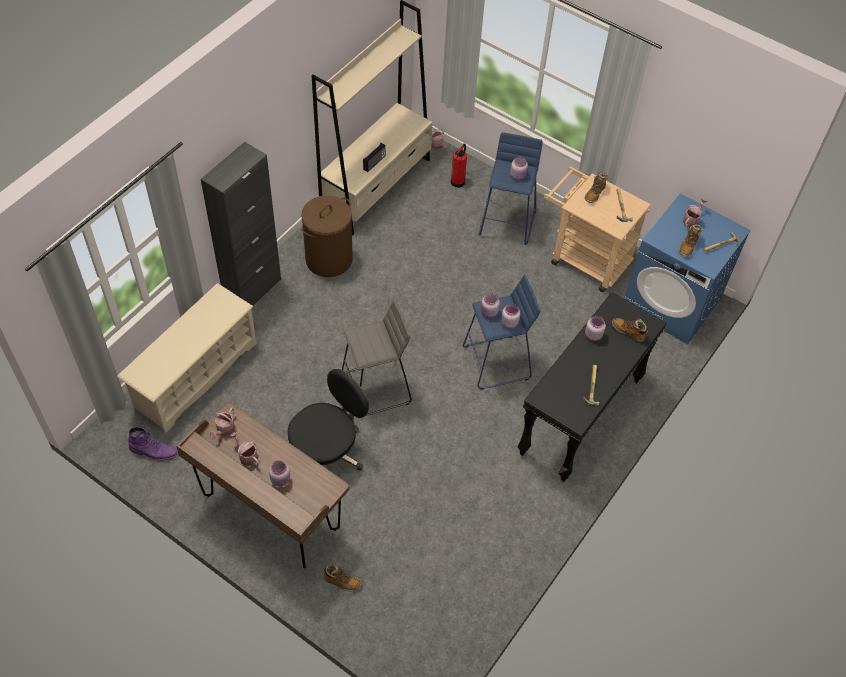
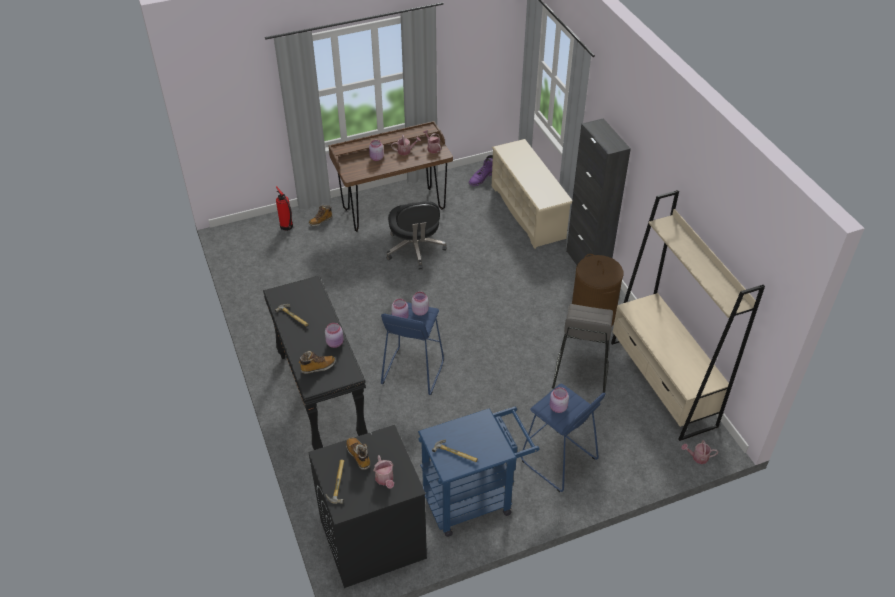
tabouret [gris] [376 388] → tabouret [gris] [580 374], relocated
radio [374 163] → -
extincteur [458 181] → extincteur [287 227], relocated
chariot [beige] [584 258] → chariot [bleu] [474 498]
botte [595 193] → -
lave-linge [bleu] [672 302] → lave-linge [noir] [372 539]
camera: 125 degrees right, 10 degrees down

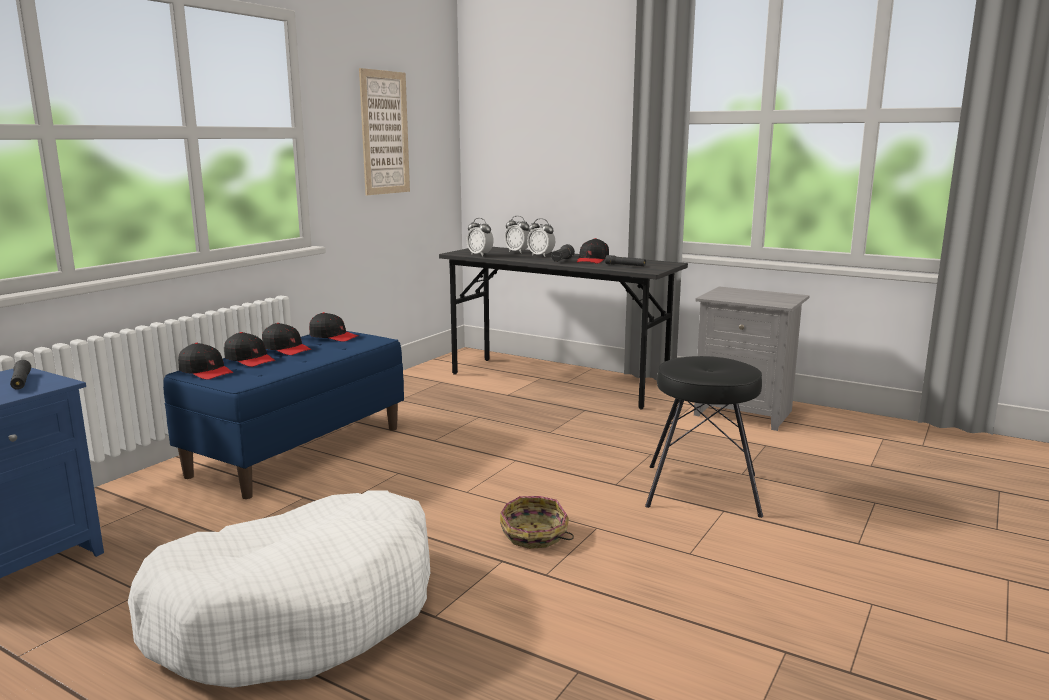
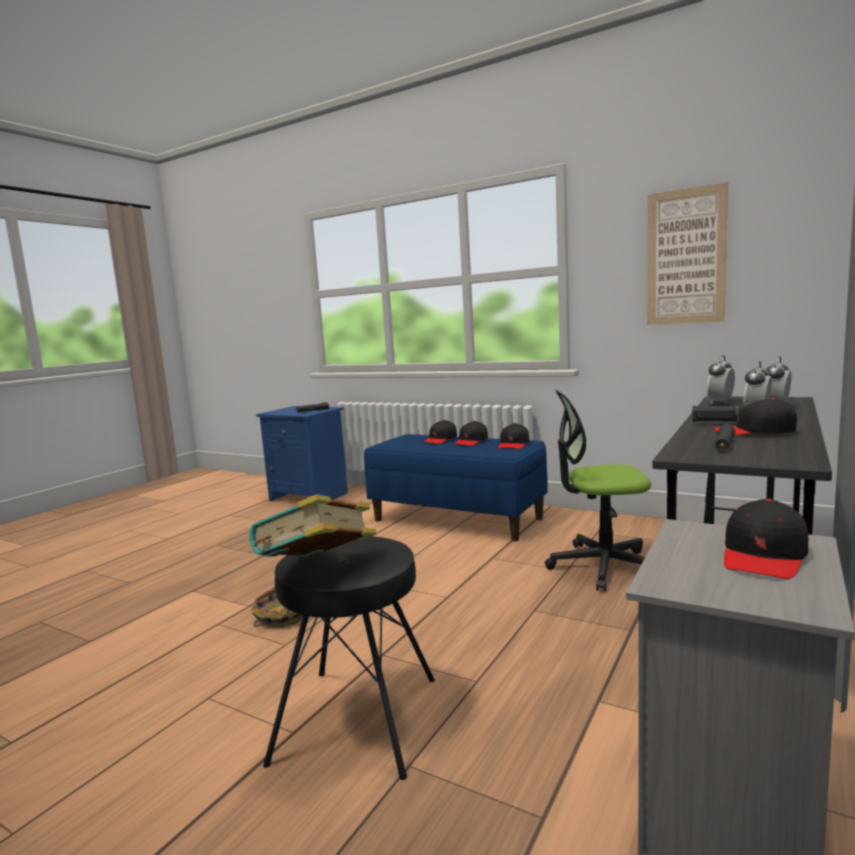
panier pour chien [blanc] [300 612] → -
casquette [noir] [206 371] → casquette [noir] [764 556], relocated
- → livre [318 570]
- → chaise de bureau [602 566]
camera: 90 degrees right, 5 degrees down

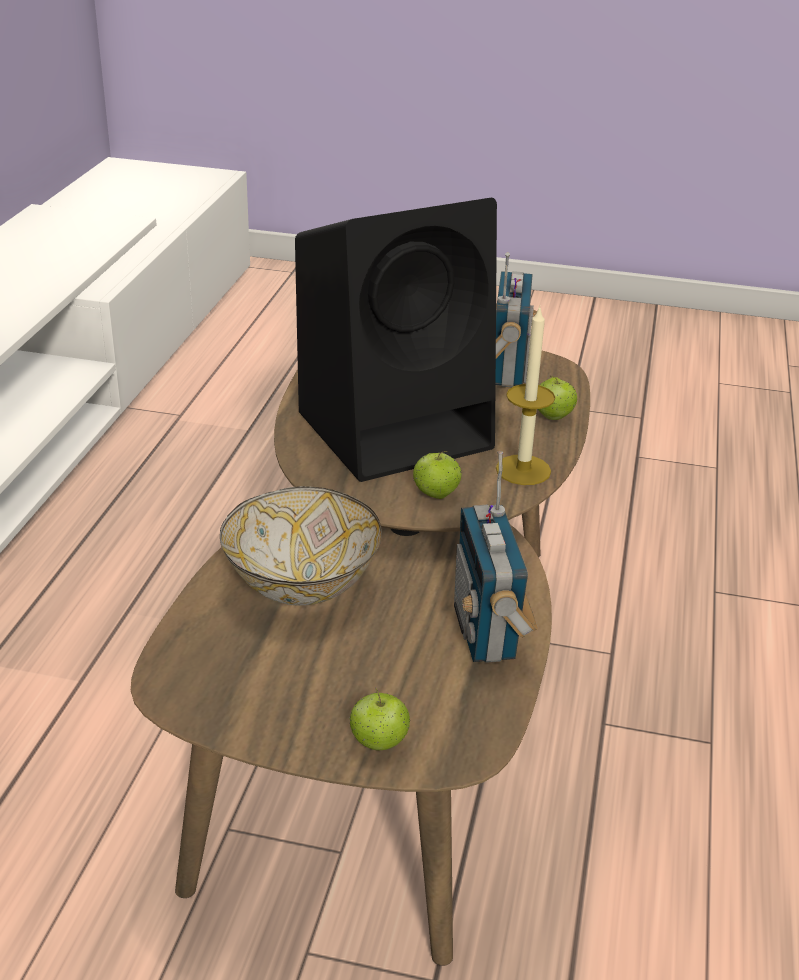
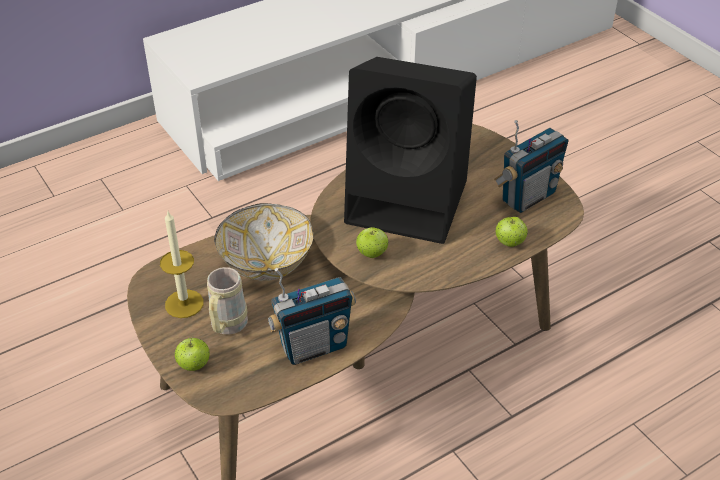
radio [487 633] → radio [313 346], 150 degrees counterclockwise
bougie [523 470] → bougie [184 304], relocated
- → mug [beige] [226 328]
camera: 45 degrees right, 10 degrees up

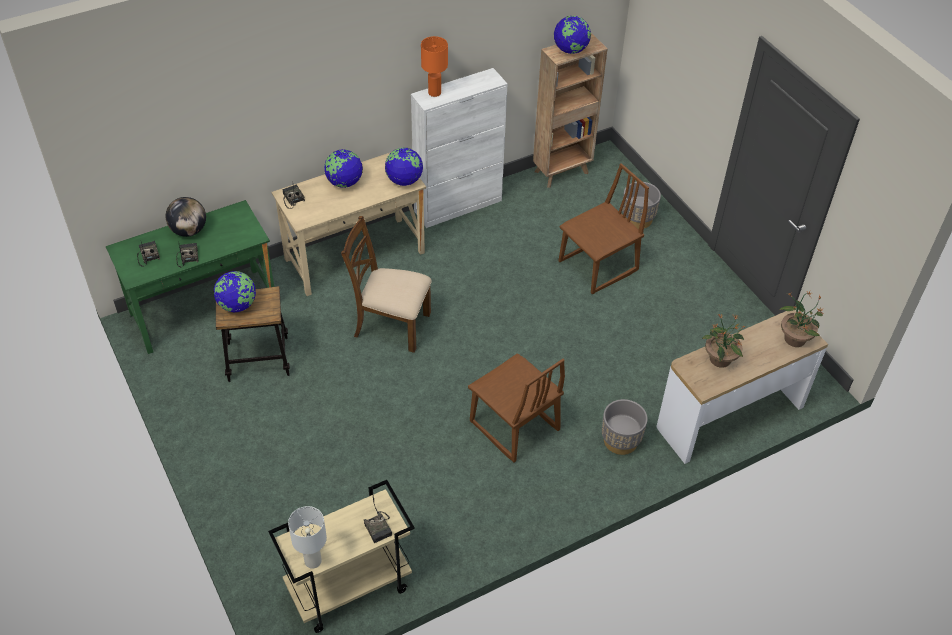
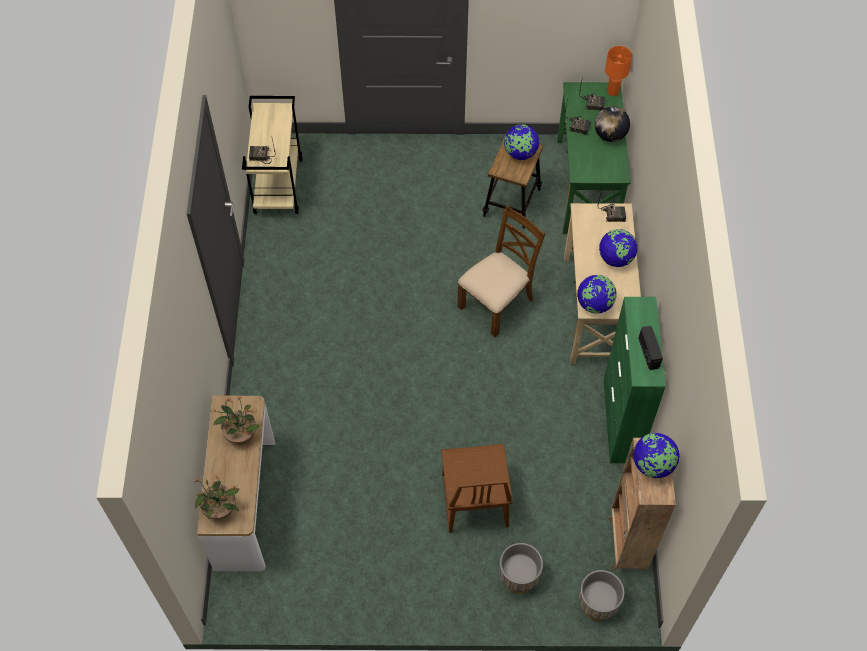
lampe de table [blanc] [313 560] → -
meuble de rangement [blanc] [458 206] → meuble de rangement [vert] [621 421]
lampe de table [orange] [435 93] → lampe de table [orange] [612 92], relocated
chaise [marron] [513 426] → -
cache-pot [gris] [620 441] → cache-pot [gris] [597 604], relocated
- → radio [648 353]
camera: 120 degrees right, 10 degrees up

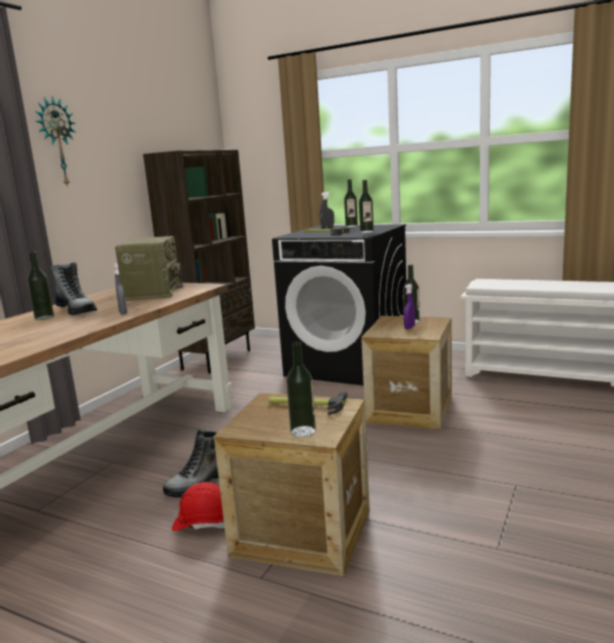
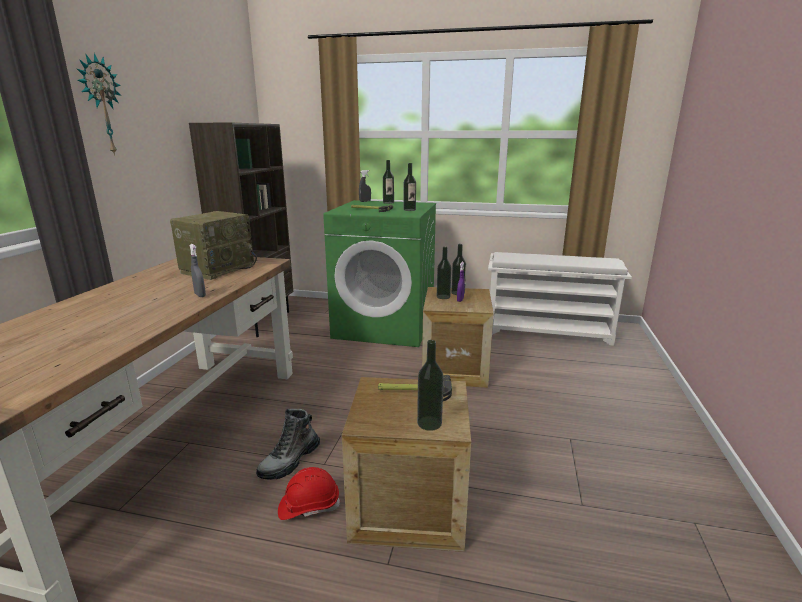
bouteille [44 318] → bouteille [443 297], relocated
botte [76 310] → -
radio [153 293] → radio [218 269], 45 degrees clockwise
lave-linge [noir] [348 366] → lave-linge [vert] [385 326]
camera: 15 degrees left, 5 degrees up

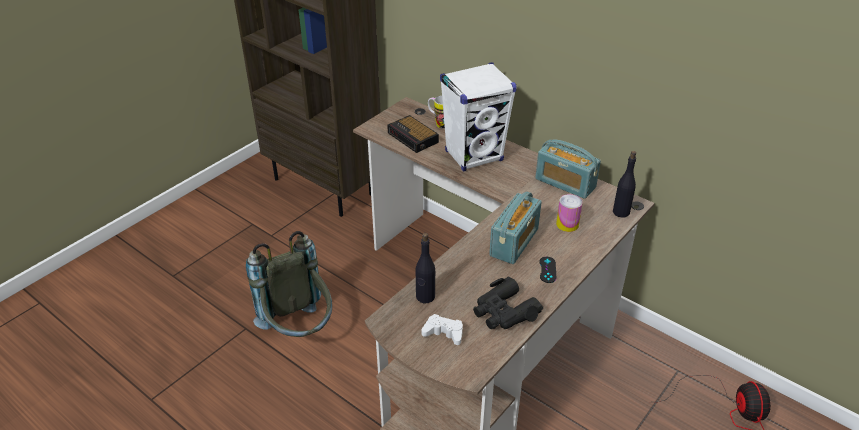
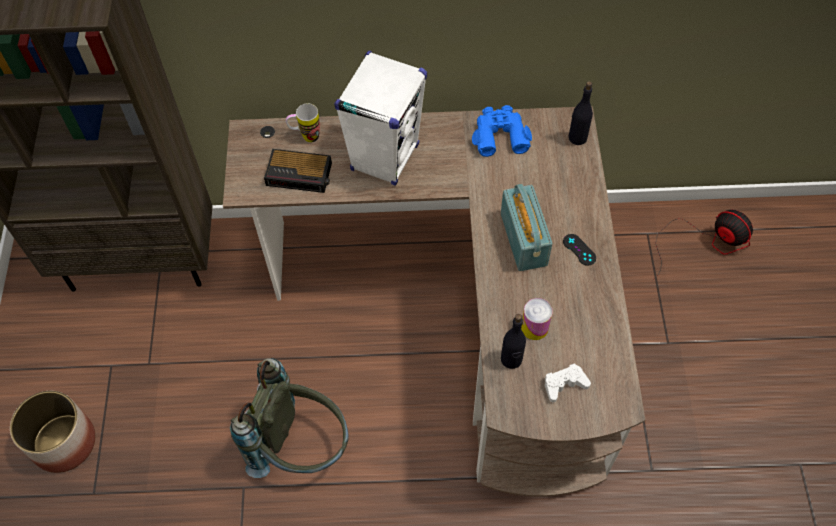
jumelles [noir] [504 312] → -
radio [565 183] → jumelles [bleu] [500 135]
boîte métallique [567 224] → boîte métallique [534 327], relocated
- → cache-pot [63 442]
camera: 40 degrees left, 20 degrees up

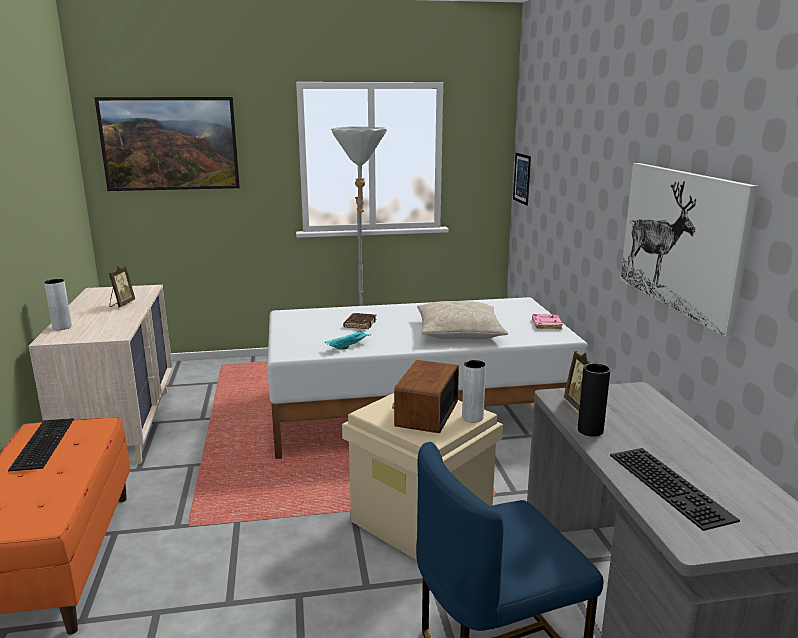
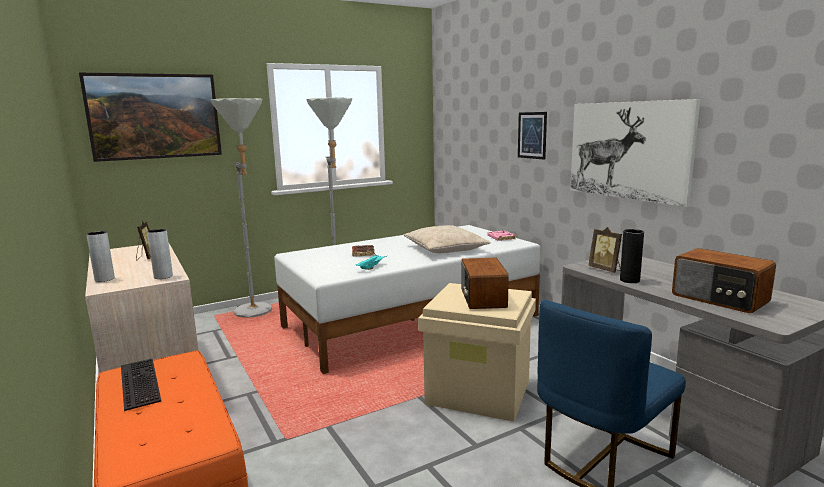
vase [gris] [472 417] → vase [gris] [163 276], relocated
tableau [522 178] → tableau [532 135], relocated
clavier [672 486] → radio [719 299]
- → lampadaire [gris] [257 313]
camera: 20 degrees left, 5 degrees down

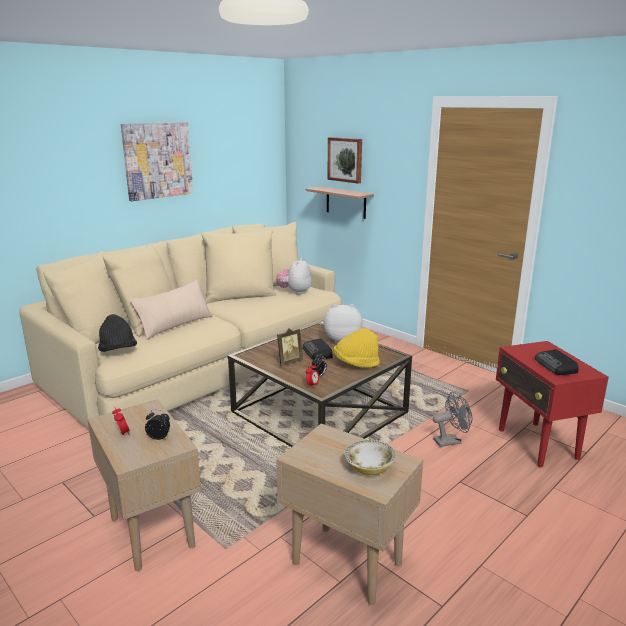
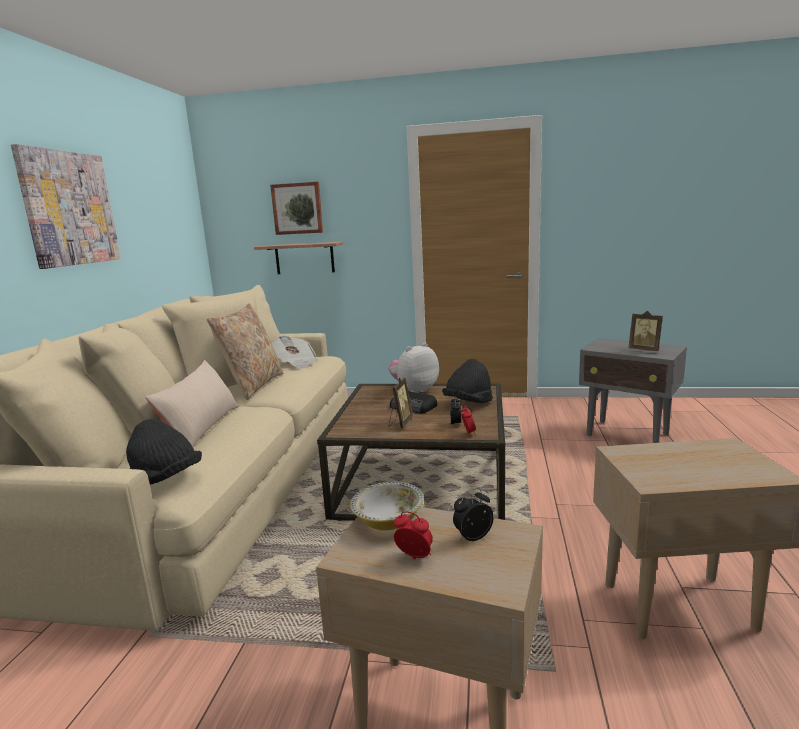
peluche [295 292] → journal [295 364]
chapeau [jaune] [356 363] → chapeau [noir] [468 403]
bol [369 468] → bol [388 522], relocated
ventilateur [gris] [450 441] → -
table d'appoint [rouge] [537 444] → table d'appoint [gris] [628 435]
radio [556 366] → cadre photo [645 350]
- → coussin [beige] [253 385]
camera: 35 degrees left, 5 degrees down

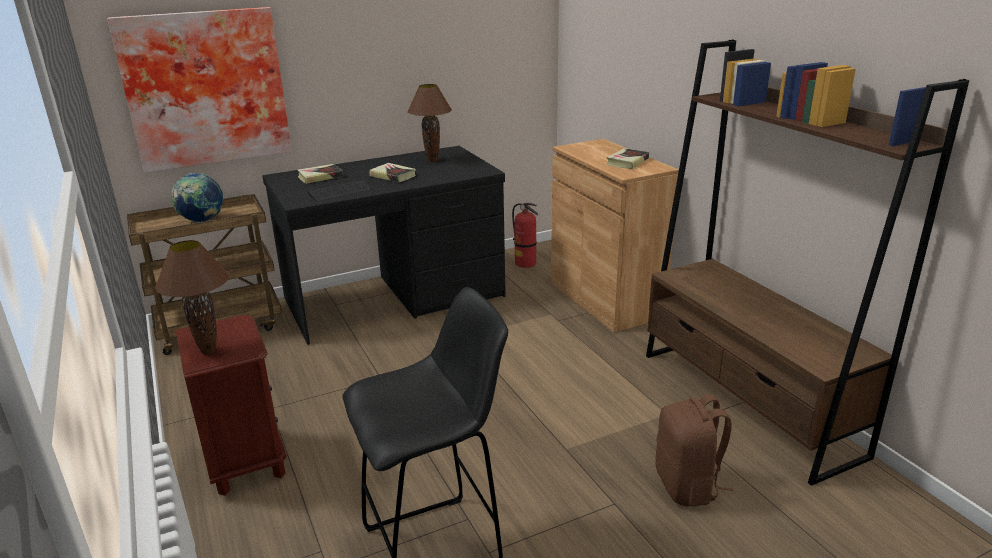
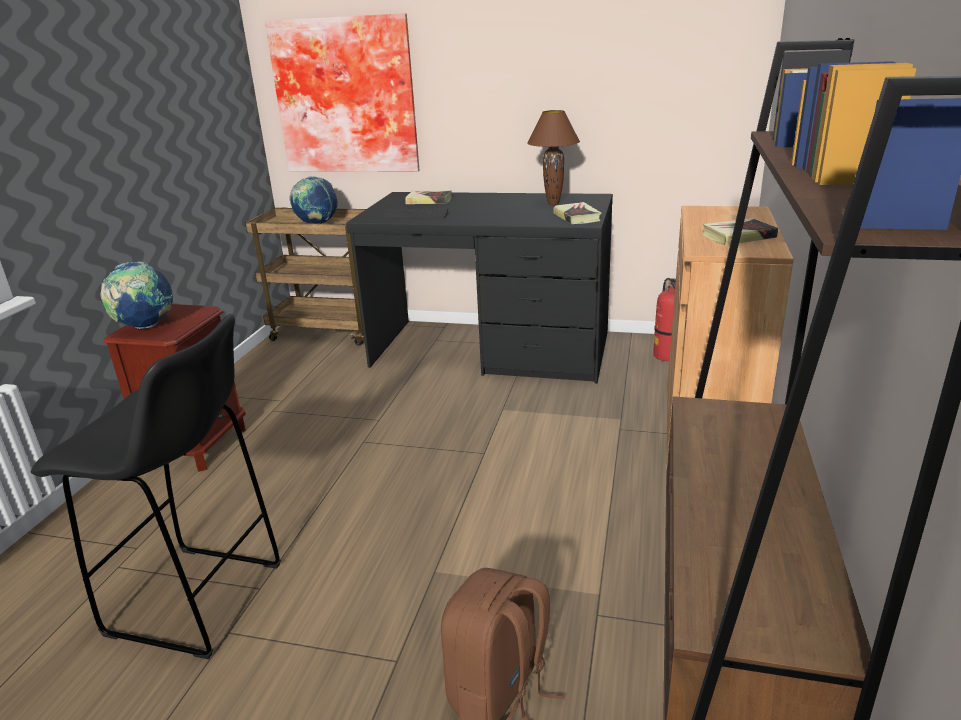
lampe de table [marron] [208 352] → globe [145 327]
livre [393 176] → livre [577 217], relocated
camera: 40 degrees right, 0 degrees up

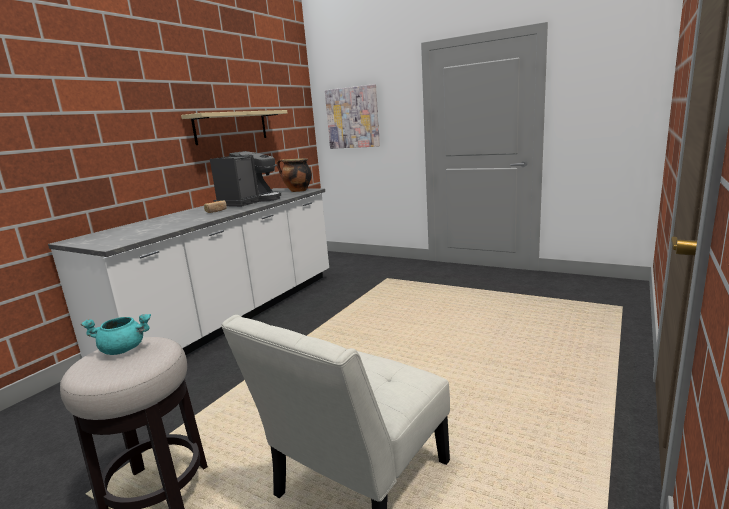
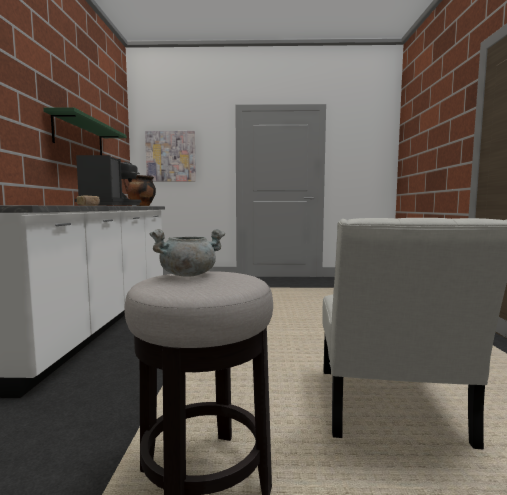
marmite [turquoise] [124 349] → marmite [gris] [188 275]
étagère [beige] [231 127] → étagère [vert] [79 137]
camera: 30 degrees left, 10 degrees down

